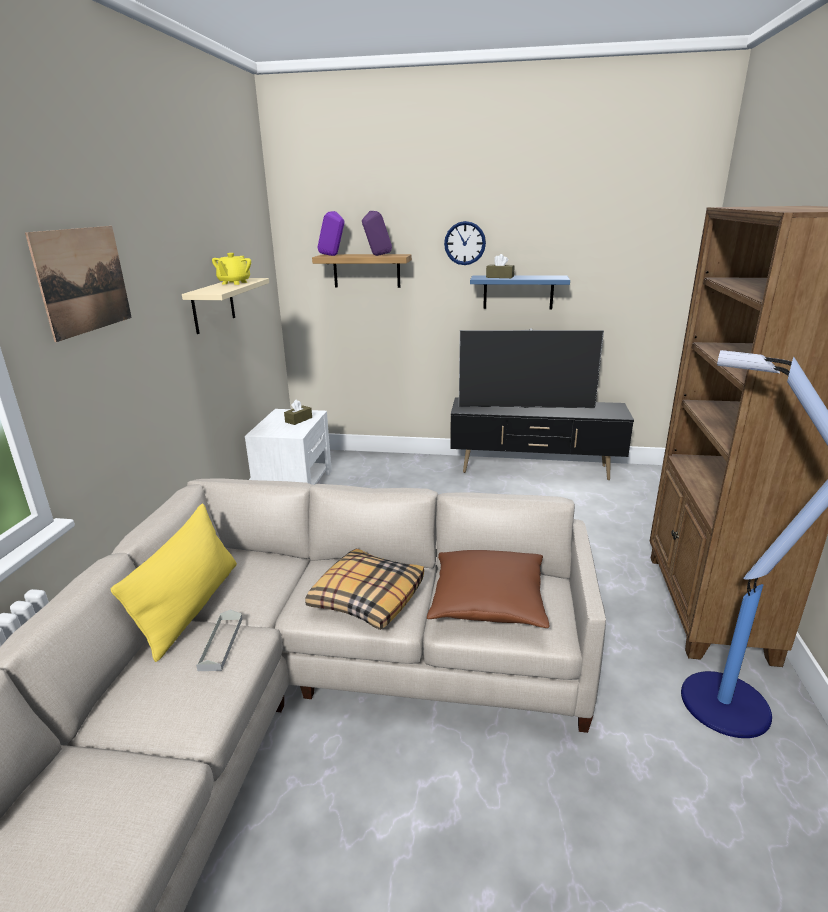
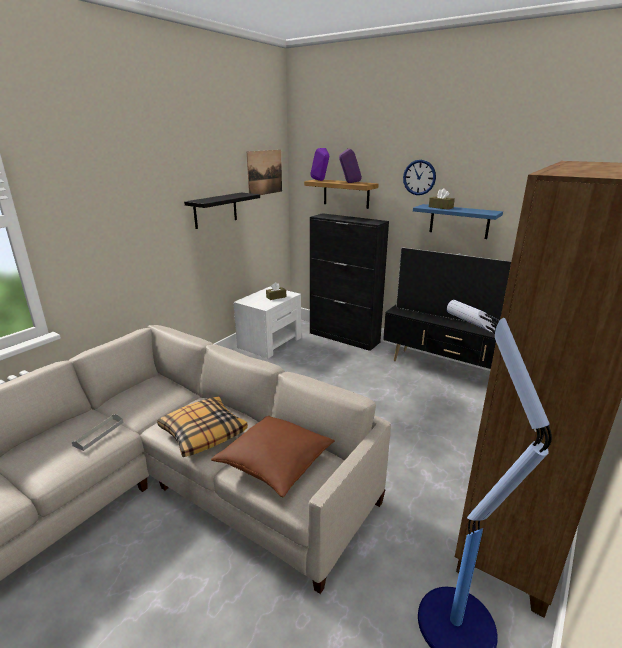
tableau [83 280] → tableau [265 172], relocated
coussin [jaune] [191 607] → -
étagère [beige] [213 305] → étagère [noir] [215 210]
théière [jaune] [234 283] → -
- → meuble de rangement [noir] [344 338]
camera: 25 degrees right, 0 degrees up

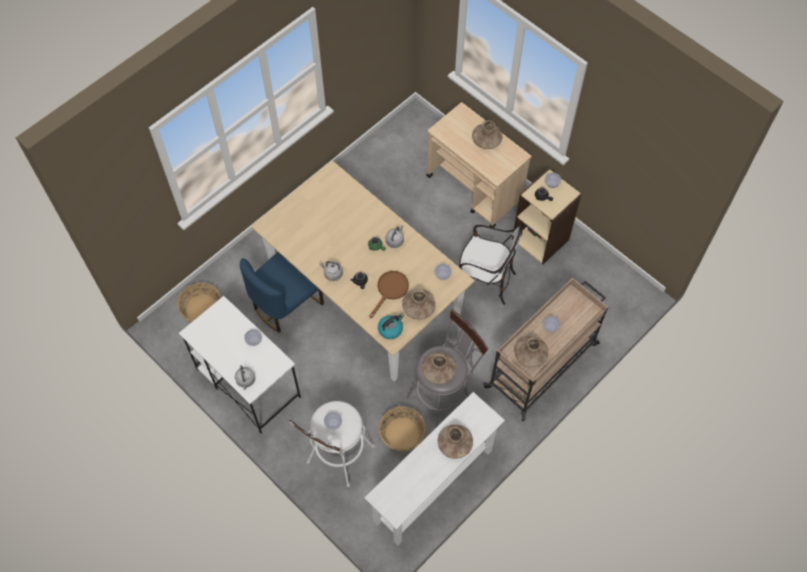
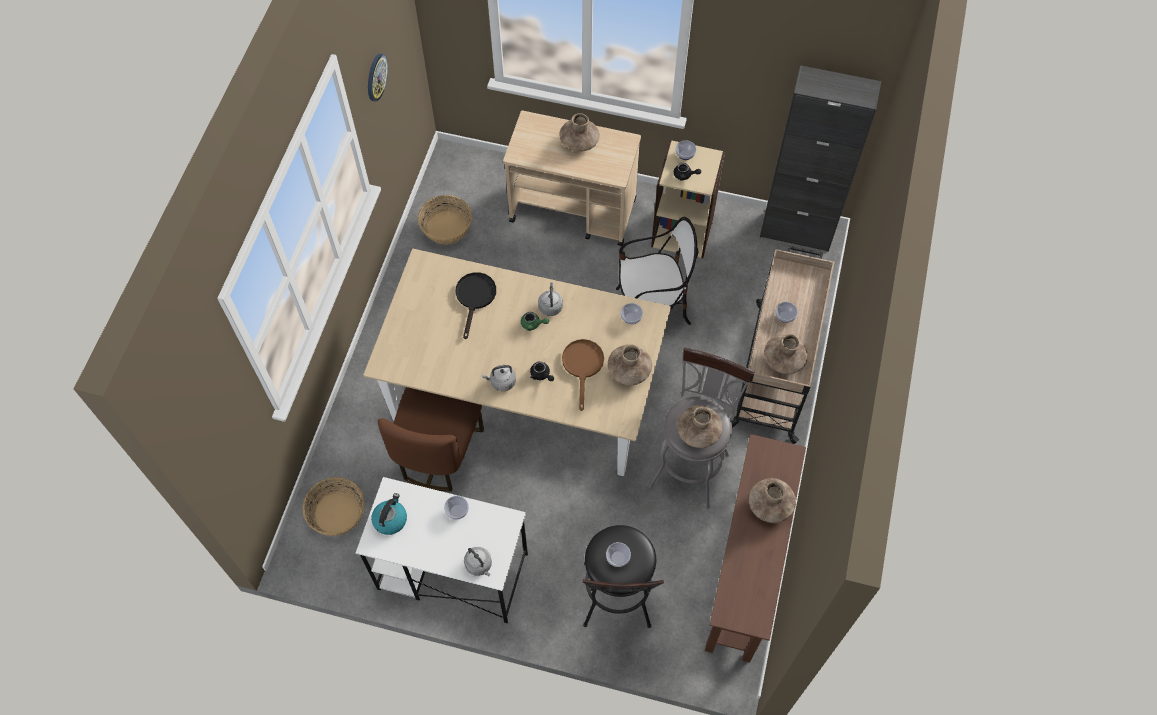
chaise [bleu] [286 304] → chaise [marron] [438 453]
tabouret [blanc] [337 459] → tabouret [noir] [617 602]
table console [blanc] [434 486] → table console [marron] [745 571]
bouilloire [390 329] → bouilloire [390 519], relocated
panier [402 434] → panier [447 228], relocated
- → horloge murale [376 77]
- → poêle [noir] [475 298]
- → meuble de rangement [noir] [796 231]
camera: 30 degrees left, 0 degrees up

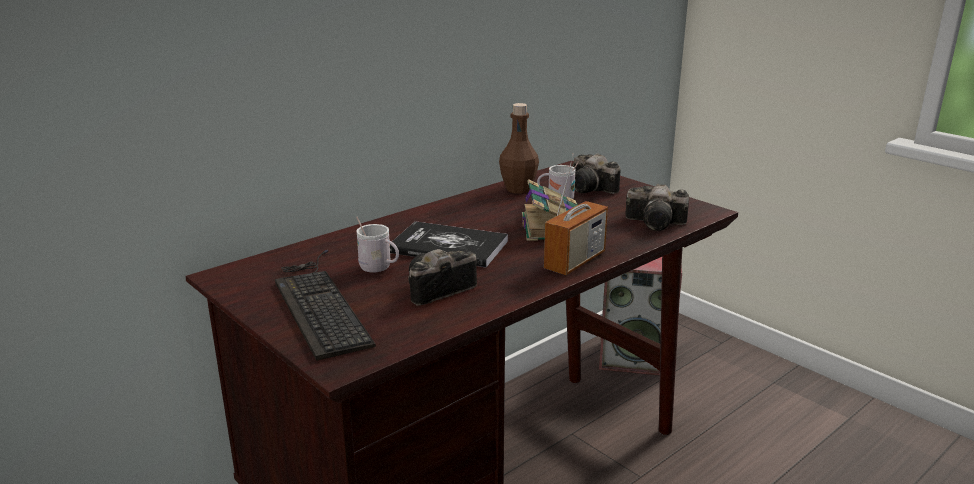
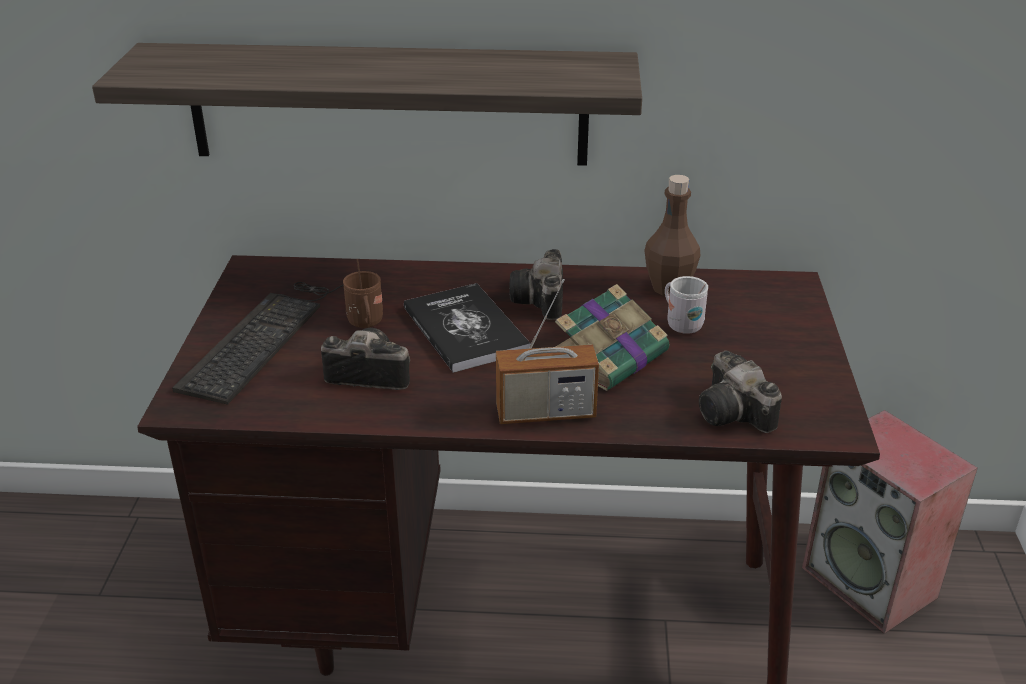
mug [blanc] [379 269] → mug [marron] [366 324]
appareil photo [593 189] → appareil photo [541 302], relocated
- → étagère [388 104]
camera: 45 degrees right, 10 degrees up

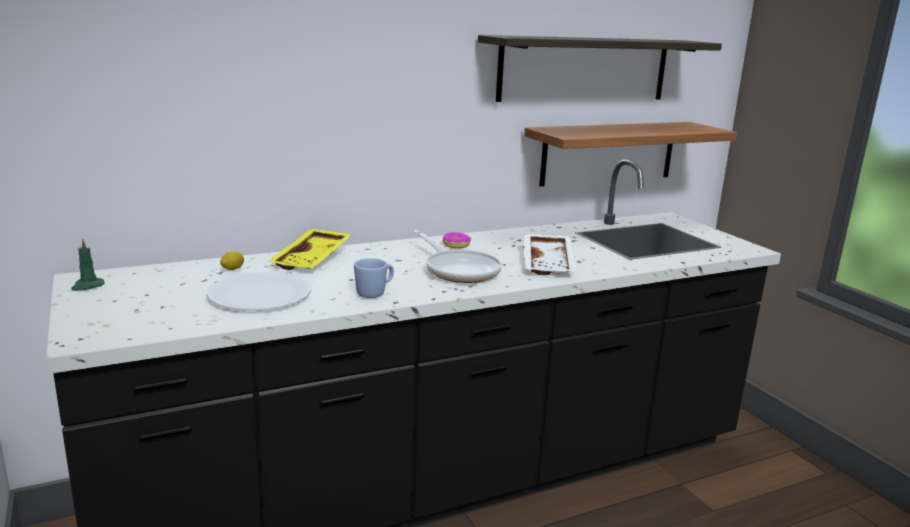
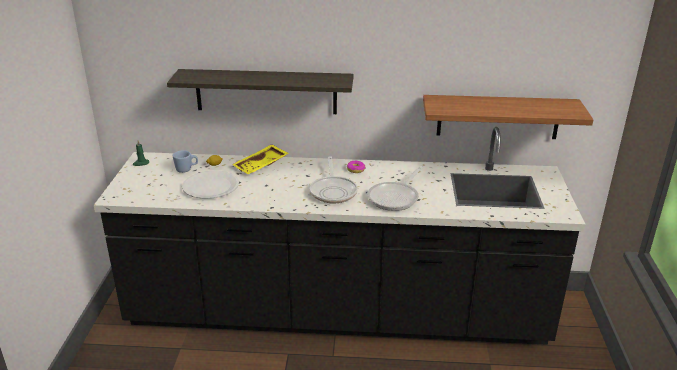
mug [bleu] [375 293] → mug [bleu] [186 169], relocated
étagère [585 69] → étagère [266 91], relocated
plateau [blanc] [549 263] → poêle [396 197]
camera: 30 degrees right, 10 degrees up

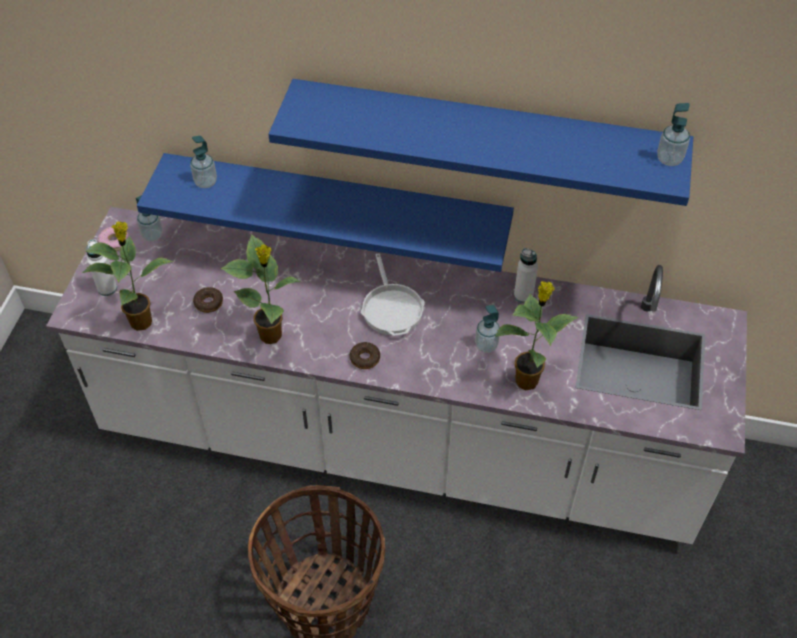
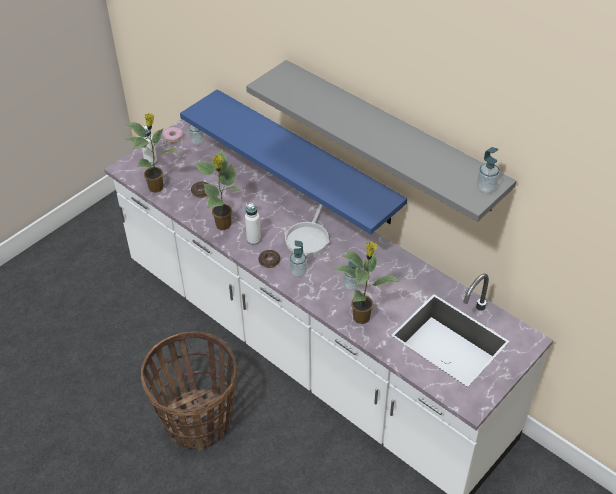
distributeur de savon [206 182] → distributeur de savon [298 272], relocated
étagère [bleu] [485 133] → étagère [gris] [391 135]
bouteille [blanc] [523 295] → bouteille [blanc] [253 240], relocated
camera: 30 degrees right, 5 degrees down

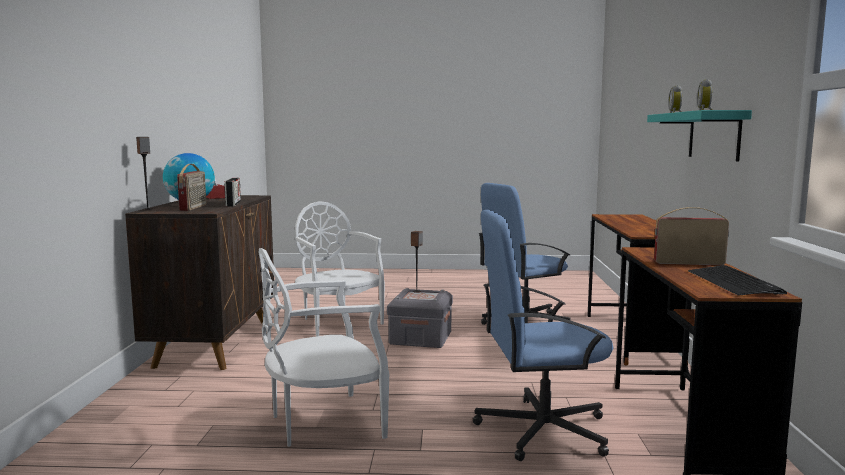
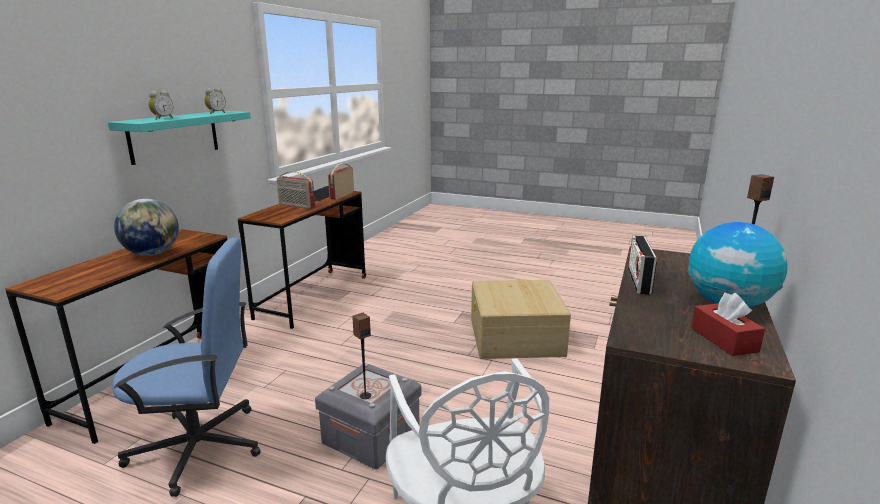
radio [194 208] → radio [341 195], relocated
chaise [blanc] [323 423] → boîte de rangement [beige] [515 337]
chaise de bureau [bleu] [541 430] → -
- → globe [152 254]
camera: 160 degrees left, 10 degrees up

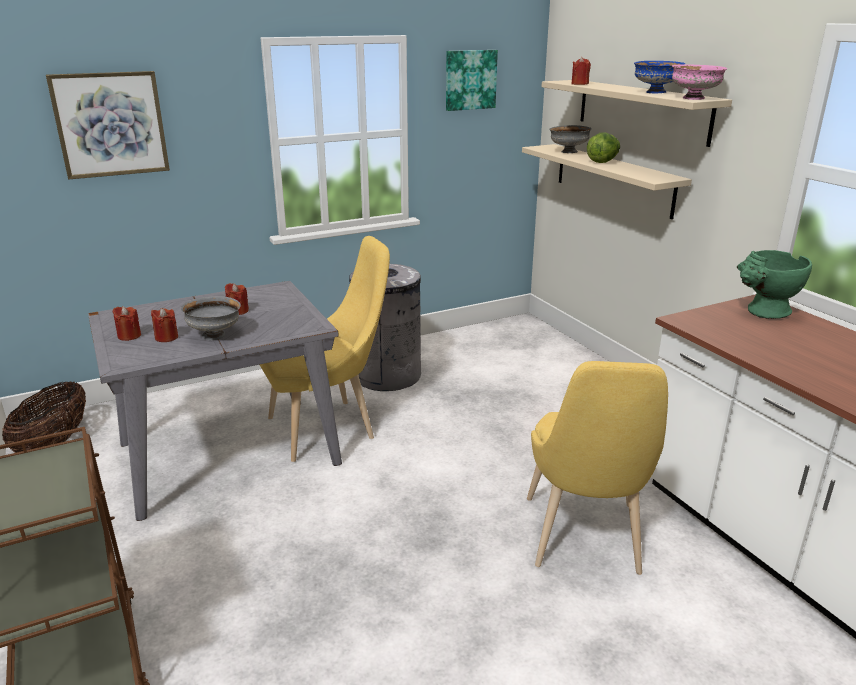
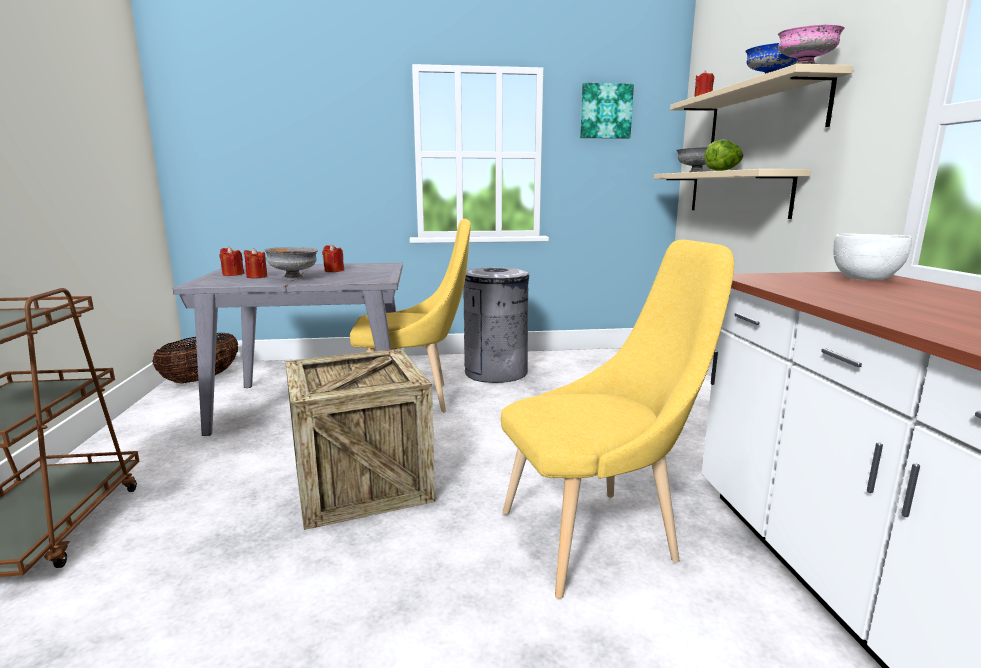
tableau [110 124] → -
chaise [jaune] [583 541] → chaise [jaune] [598 535], 135 degrees counterclockwise
vase [vert] [764 313] → bol [blanc] [865 279]
- → caisse [361 483]
camera: 20 degrees right, 10 degrees down

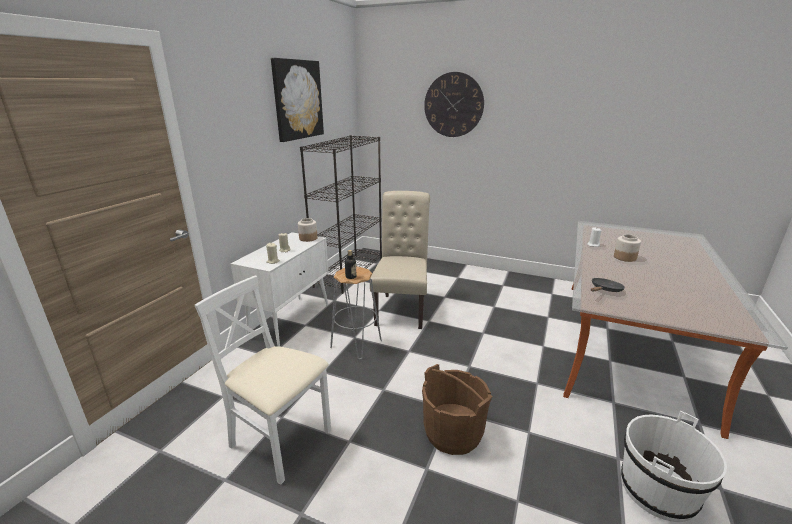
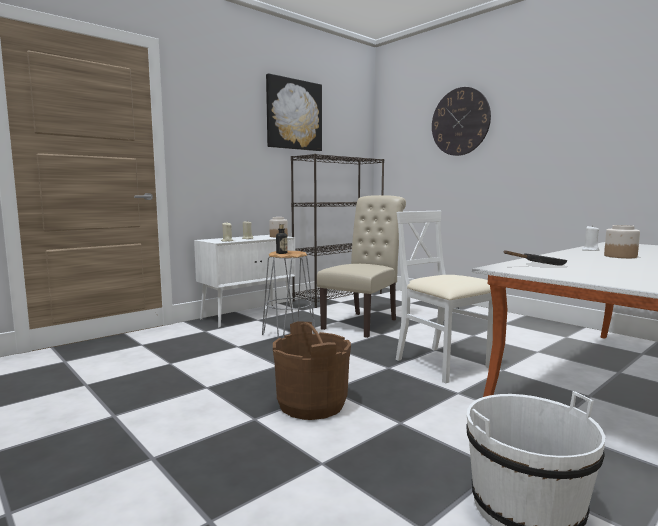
chaise [blanc] [280 440] → chaise [blanc] [442 364], relocated
camera: 25 degrees right, 15 degrees down

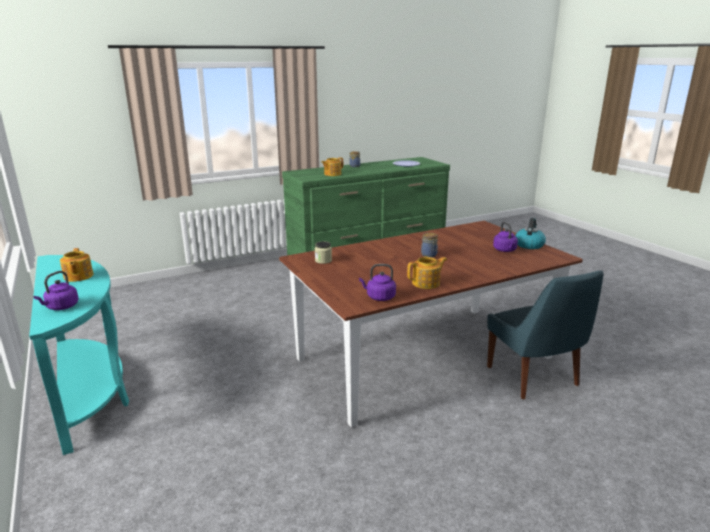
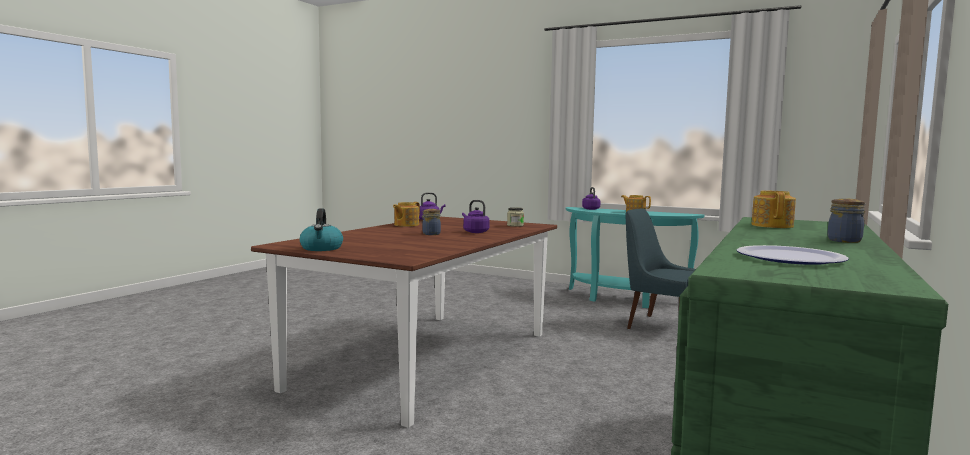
chaise [bleu] [534 378] → chaise [bleu] [660 326], relocated
bouilloire [violet] [505 250] → bouilloire [violet] [475 232], relocated
camera: 145 degrees right, 15 degrees down

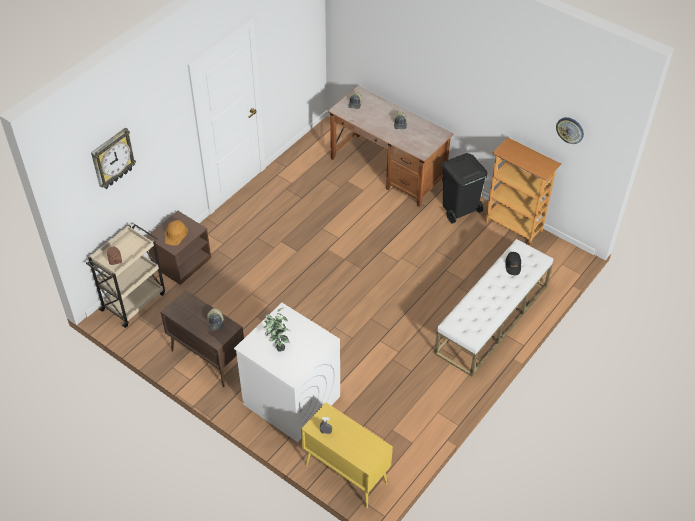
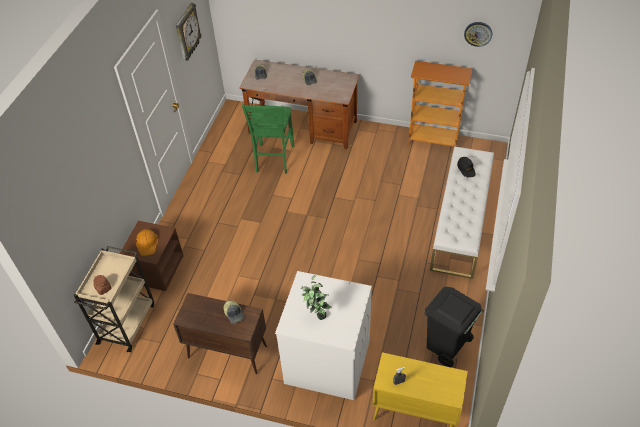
horloge murale [112 159] → horloge murale [187 32], relocated
poubelle [noir] [459 210] → poubelle [noir] [446 346], relocated
- → chaise [vert] [273 159]
camera: 20 degrees left, 0 degrees up

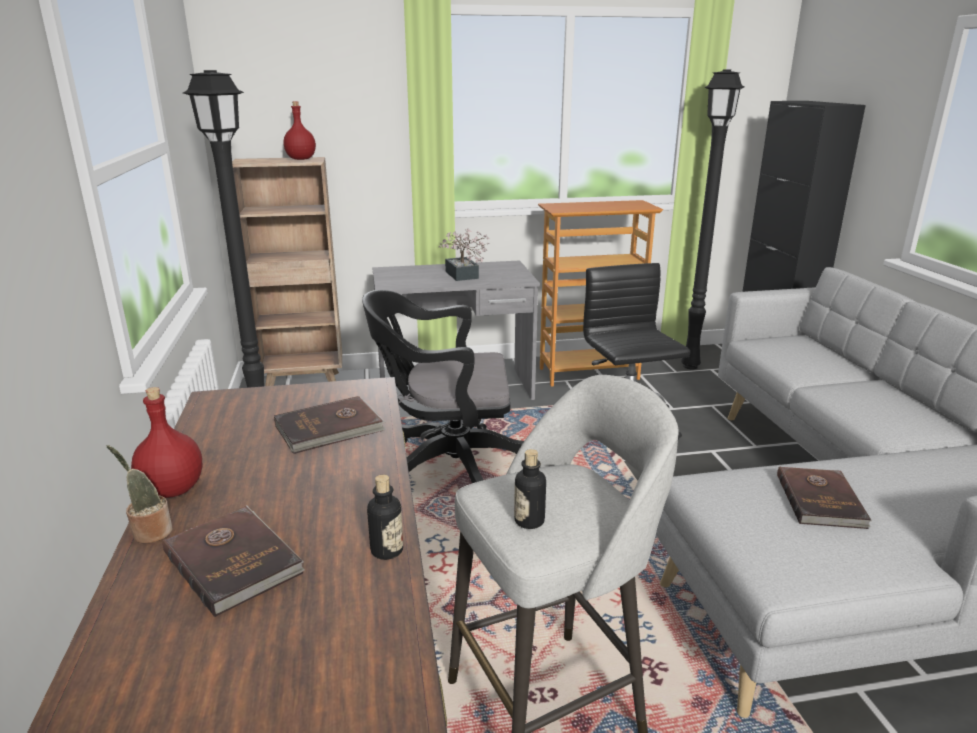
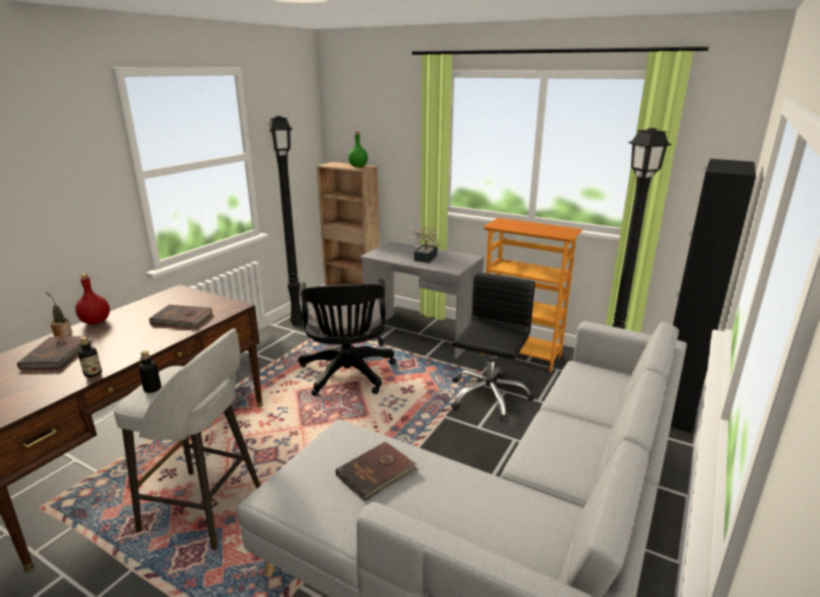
bouteille [rouge] [301 159] → bouteille [vert] [358 166]
chaise de bureau [noir] [447 466] → chaise de bureau [noir] [347 376], 135 degrees counterclockwise
camera: 40 degrees right, 0 degrees up

